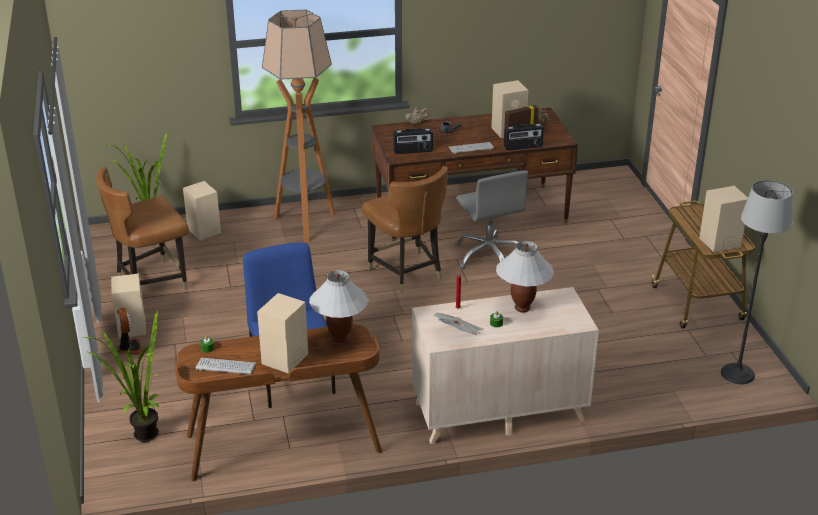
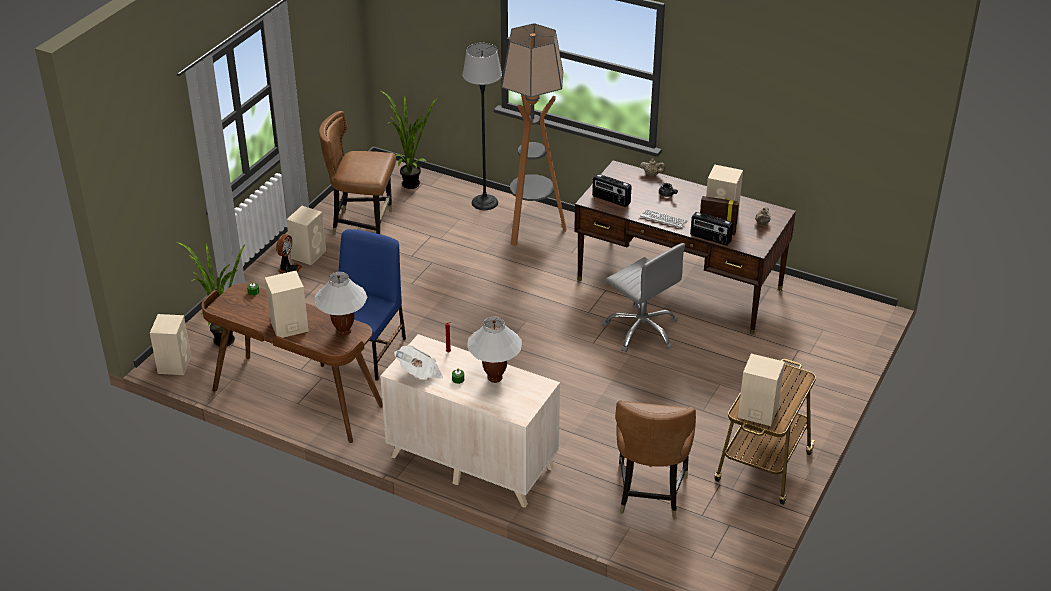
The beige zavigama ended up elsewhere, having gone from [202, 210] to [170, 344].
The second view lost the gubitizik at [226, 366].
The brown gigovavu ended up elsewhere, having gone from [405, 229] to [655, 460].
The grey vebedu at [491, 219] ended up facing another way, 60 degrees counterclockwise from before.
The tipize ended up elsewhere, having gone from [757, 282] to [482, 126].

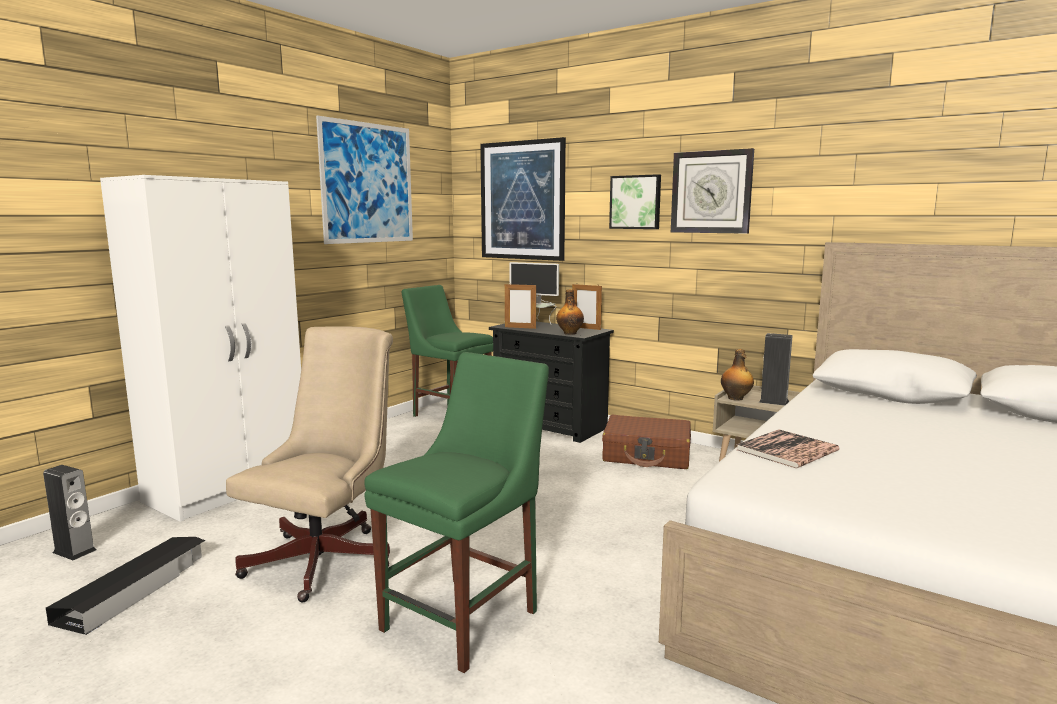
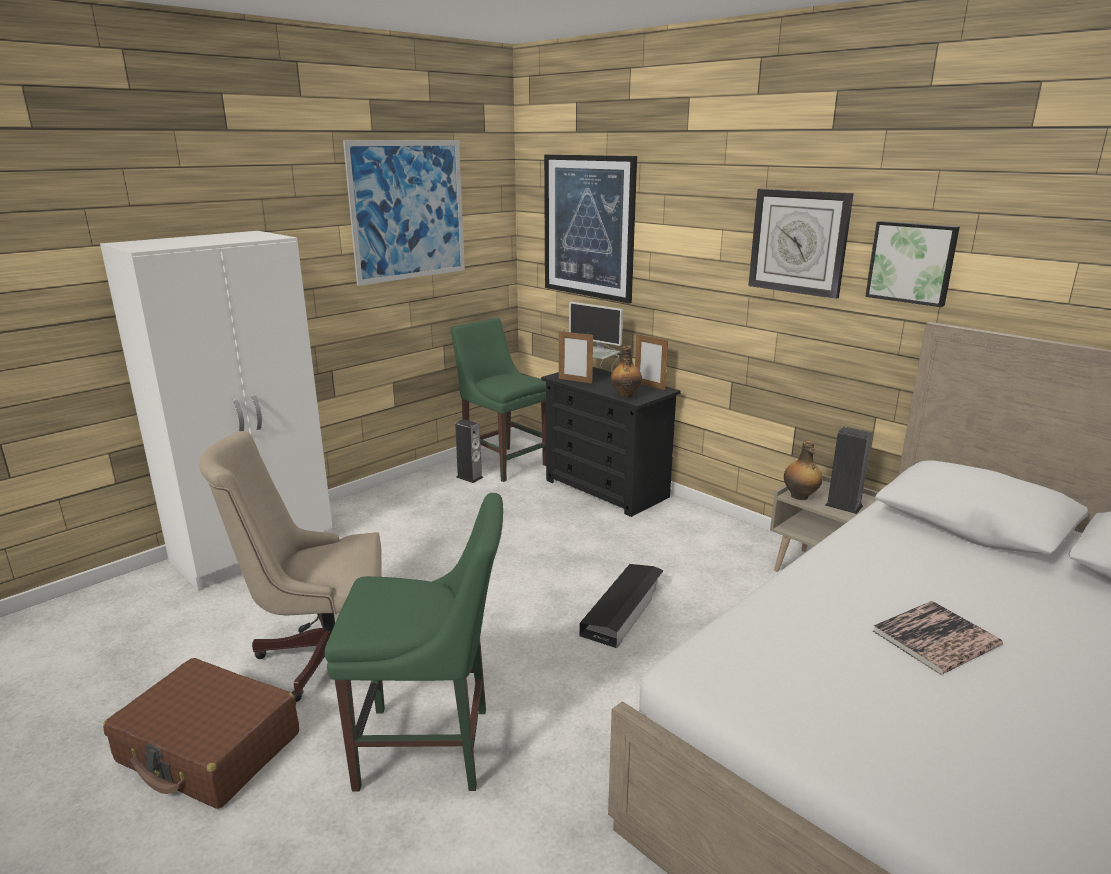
The zavigama ended up elsewhere, having gone from [69, 512] to [469, 451].
The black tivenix ended up elsewhere, having gone from [125, 586] to [621, 606].
The beige vebedu at [309, 464] ended up facing another way, 135 degrees counterclockwise from before.
The green gigovavu at [456, 512] ended up facing another way, 45 degrees clockwise from before.
The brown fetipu ended up elsewhere, having gone from [646, 442] to [201, 733].
The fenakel ended up elsewhere, having gone from [635, 201] to [912, 264].
The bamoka ended up elsewhere, having gone from [788, 449] to [938, 638].

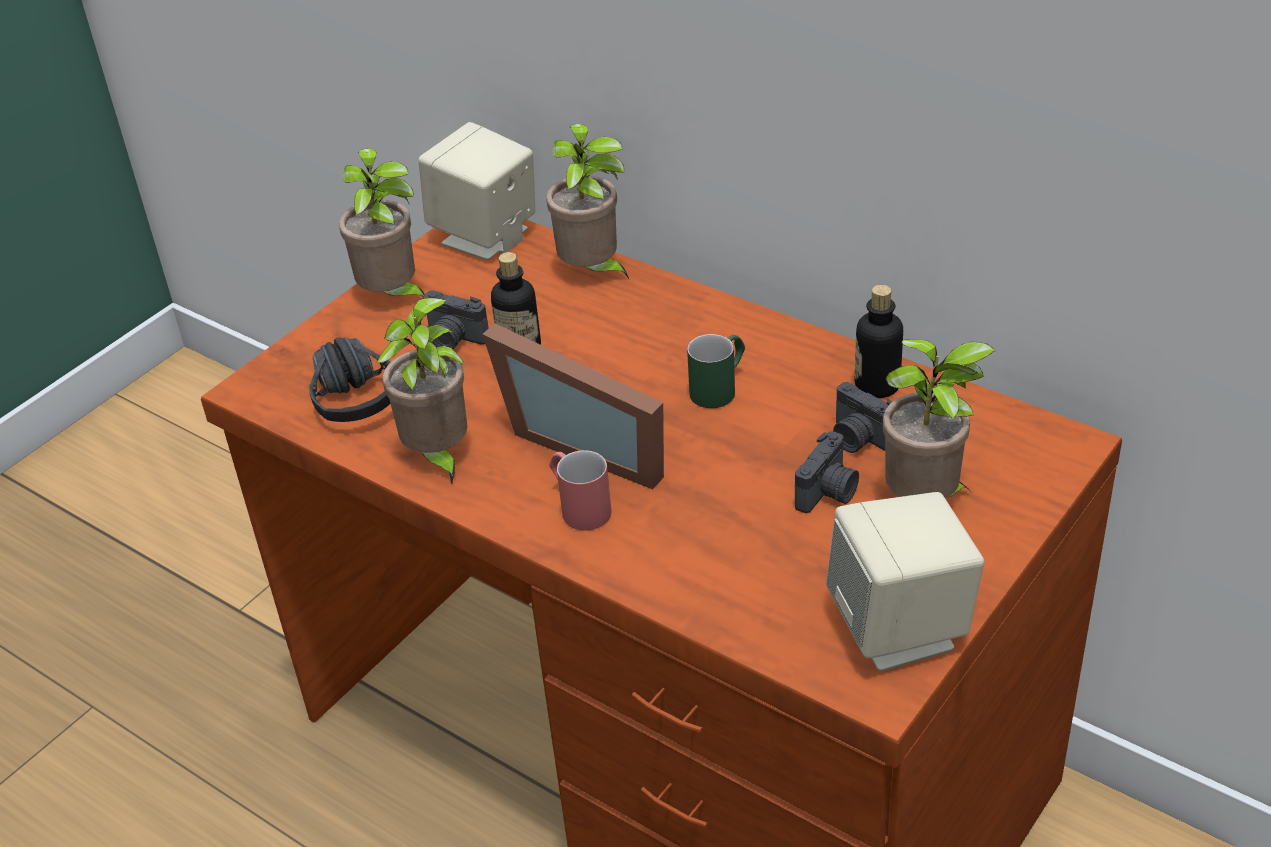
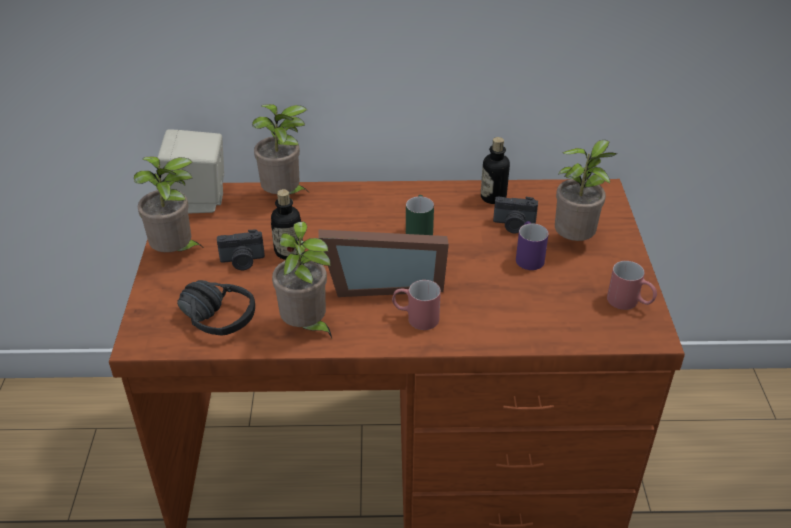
Where the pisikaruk stood at [827, 472], the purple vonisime came to stand at [532, 245].
Where the beige zavigama stood at [905, 582], the red vonisime came to stand at [632, 285].

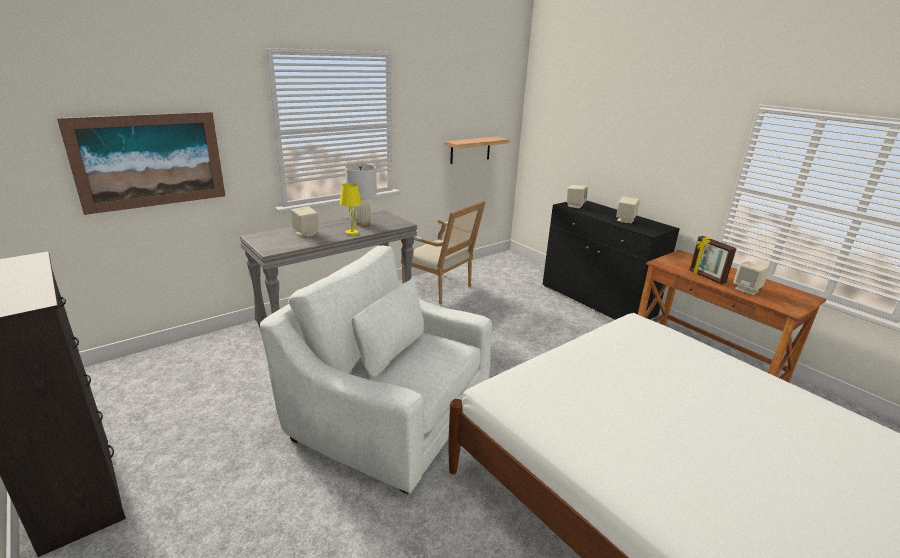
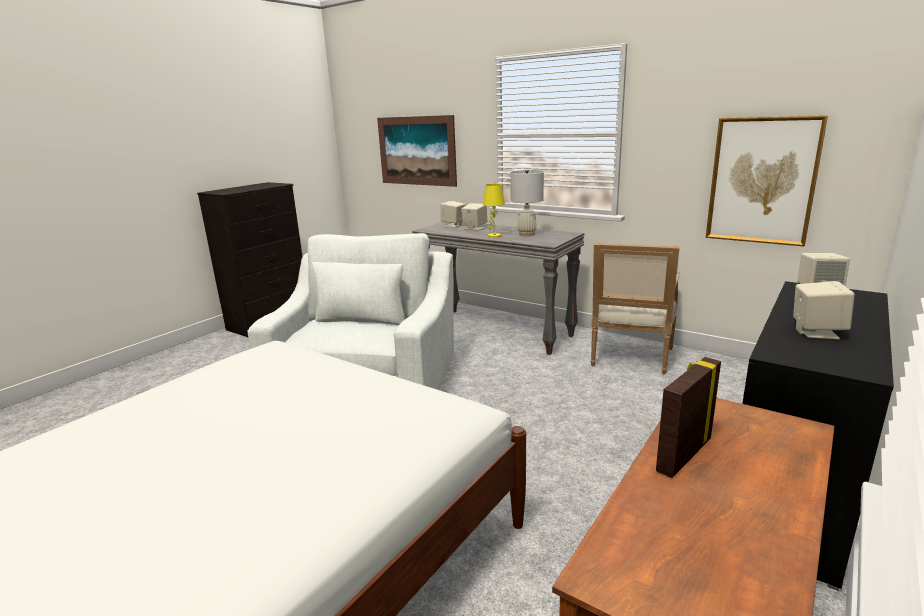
Where the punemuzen hung at [477, 150], the fenakel came to hang at [767, 180].
The beige zavigama ended up elsewhere, having gone from [751, 278] to [453, 214].

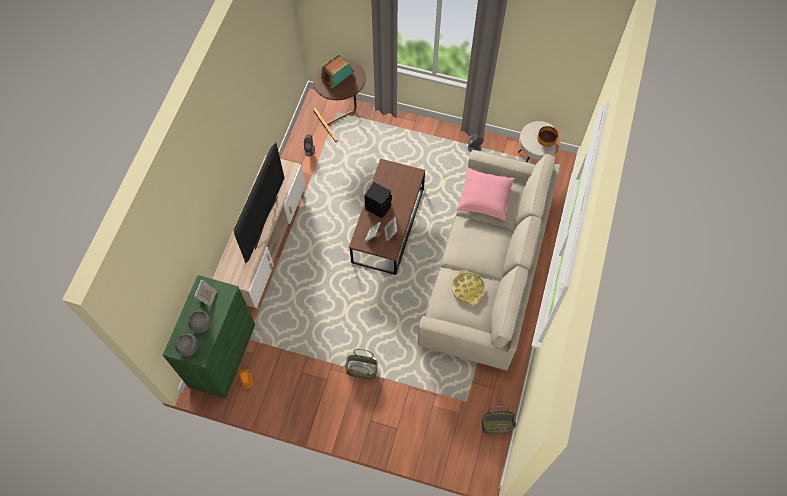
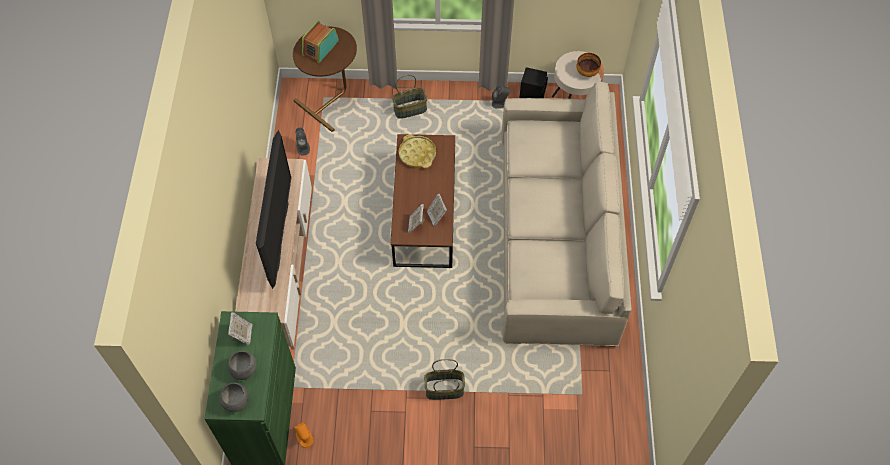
The black zavigama ended up elsewhere, having gone from [378, 200] to [533, 82].
The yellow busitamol ended up elsewhere, having gone from [468, 287] to [417, 151].
The second view lost the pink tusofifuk at [486, 194].
The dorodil ended up elsewhere, having gone from [499, 420] to [409, 97].

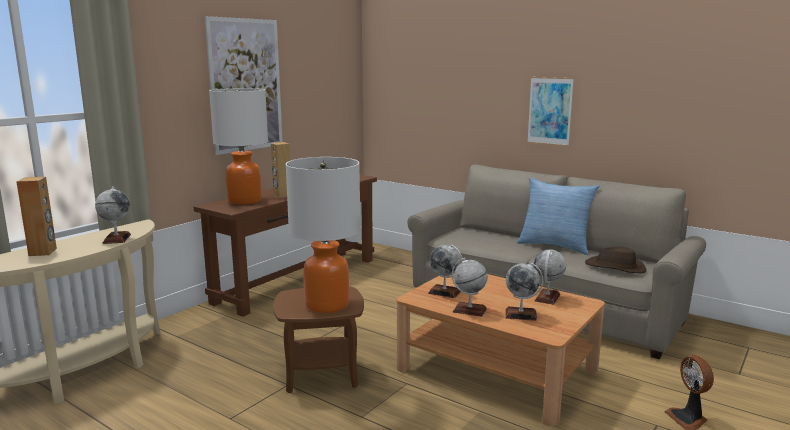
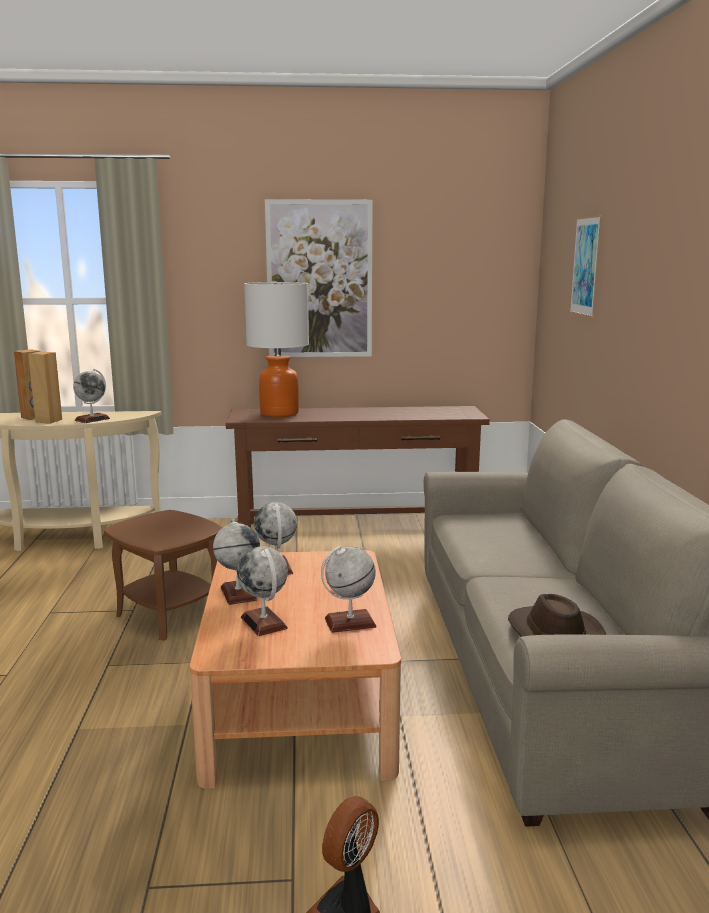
The brown zavigama ended up elsewhere, having gone from [280, 170] to [45, 388].
The second view lost the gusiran at [323, 235].
The second view lost the tusofifuk at [558, 216].
The fenakel ended up elsewhere, having gone from [550, 111] to [585, 266].

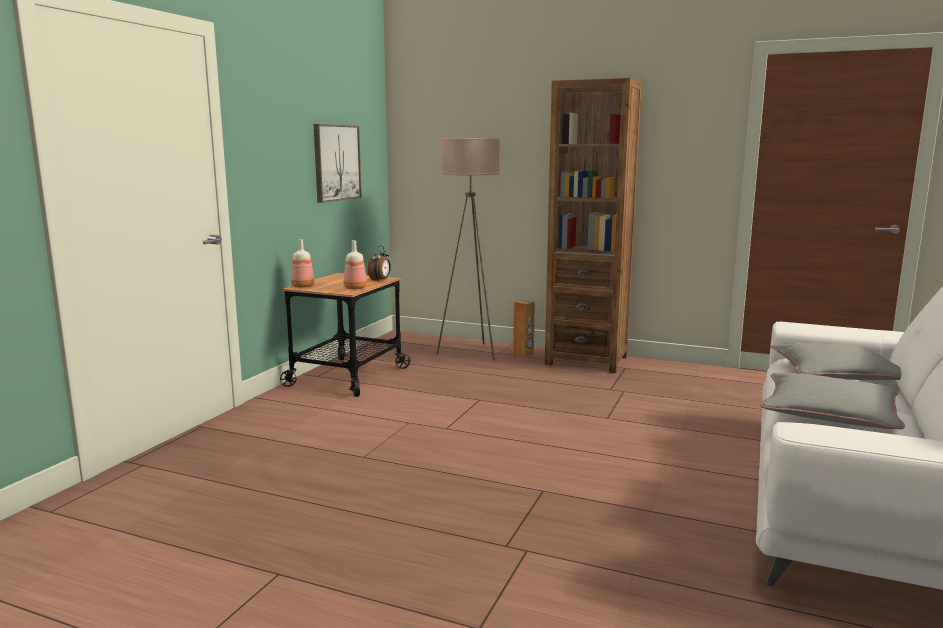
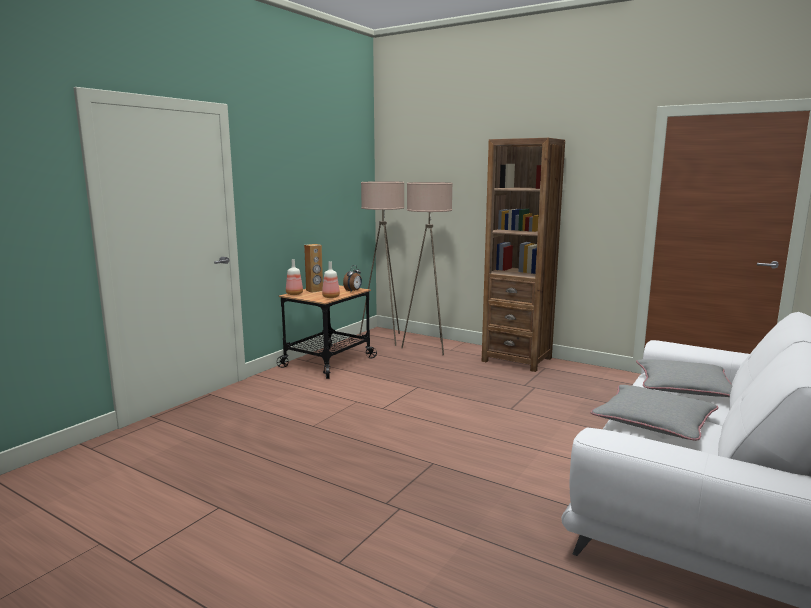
The second view lost the fenakel at [338, 163].
The brown zavigama ended up elsewhere, having gone from [524, 329] to [313, 268].
The second view gained the beige tipize at [381, 263].

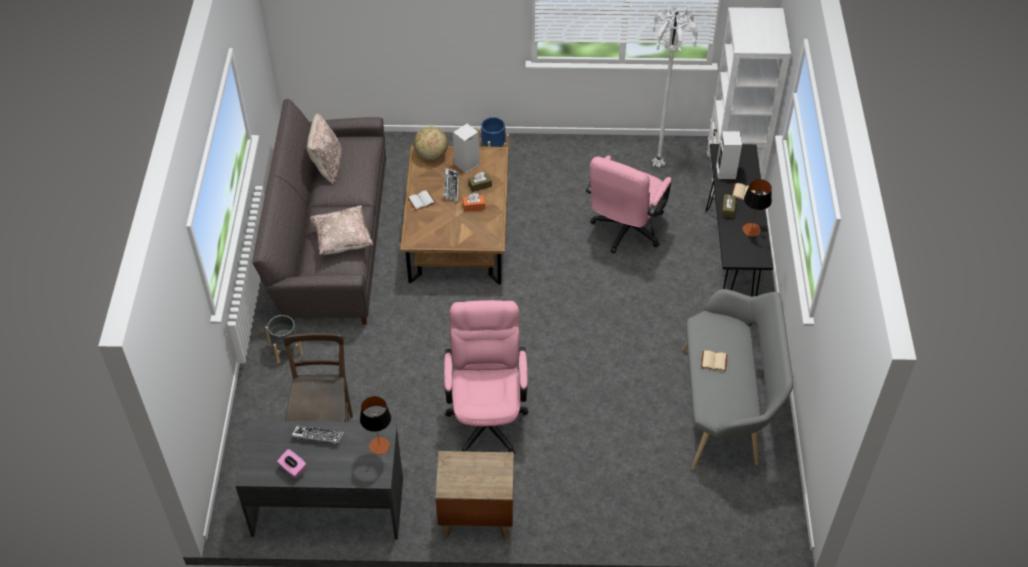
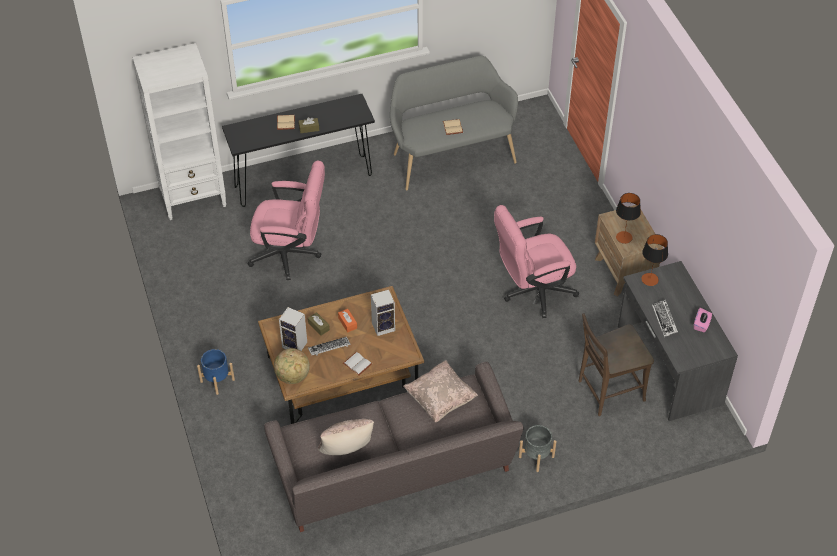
The second view lost the white tipize at [675, 86].
The zavigama ended up elsewhere, having gone from [729, 155] to [383, 313].
The gusiran ended up elsewhere, having gone from [757, 207] to [628, 218].

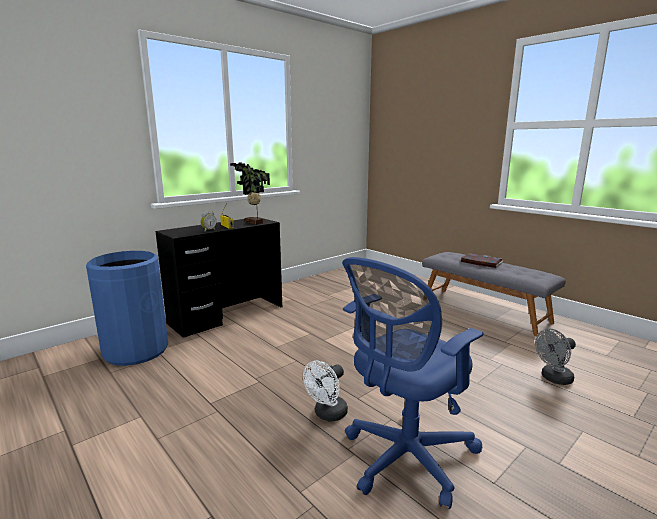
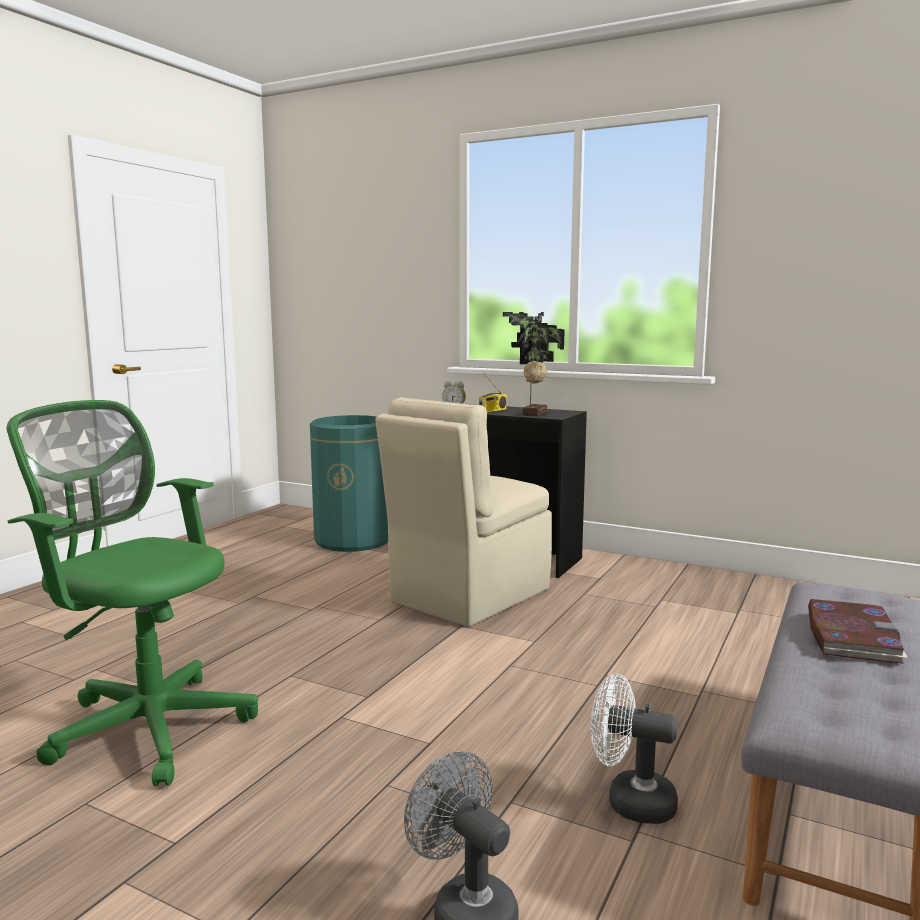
What was the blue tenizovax at [127, 308] turned into the green tenizovax at [349, 483].
The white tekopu ended up elsewhere, having gone from [325, 391] to [634, 749].
What was the blue vebedu at [413, 383] turned into the green vebedu at [132, 593].
The second view gained the beige gigovavu at [463, 512].

